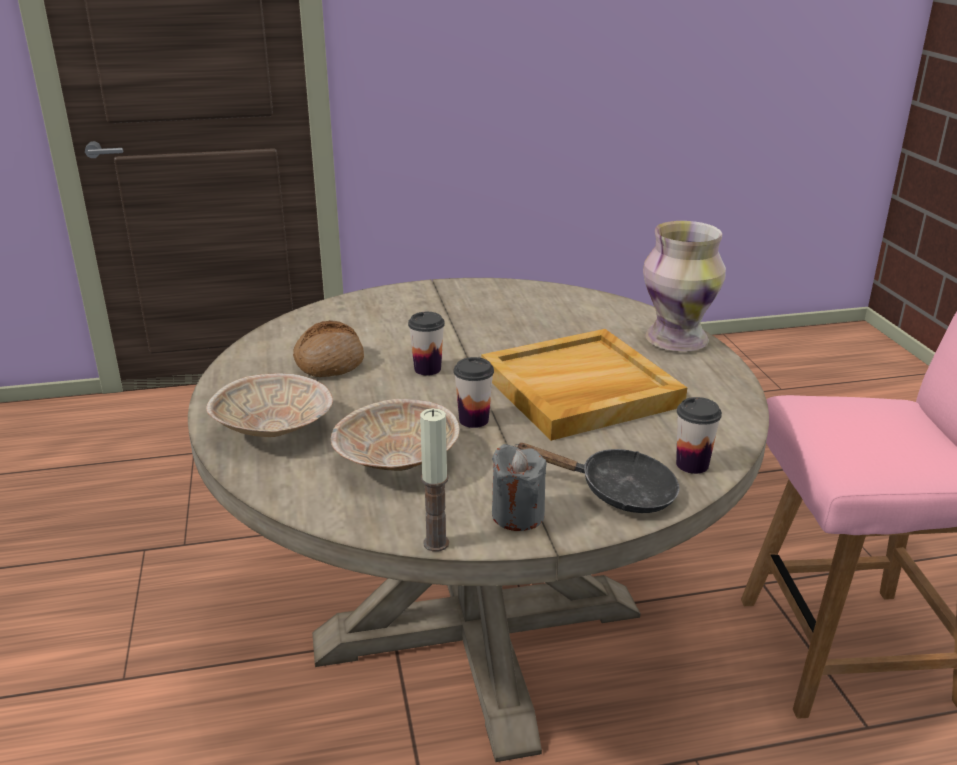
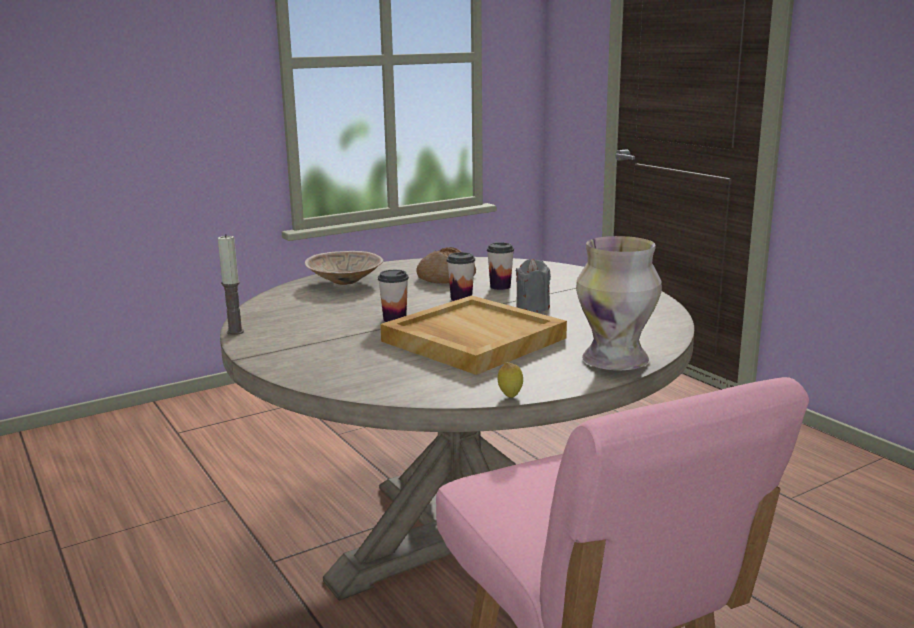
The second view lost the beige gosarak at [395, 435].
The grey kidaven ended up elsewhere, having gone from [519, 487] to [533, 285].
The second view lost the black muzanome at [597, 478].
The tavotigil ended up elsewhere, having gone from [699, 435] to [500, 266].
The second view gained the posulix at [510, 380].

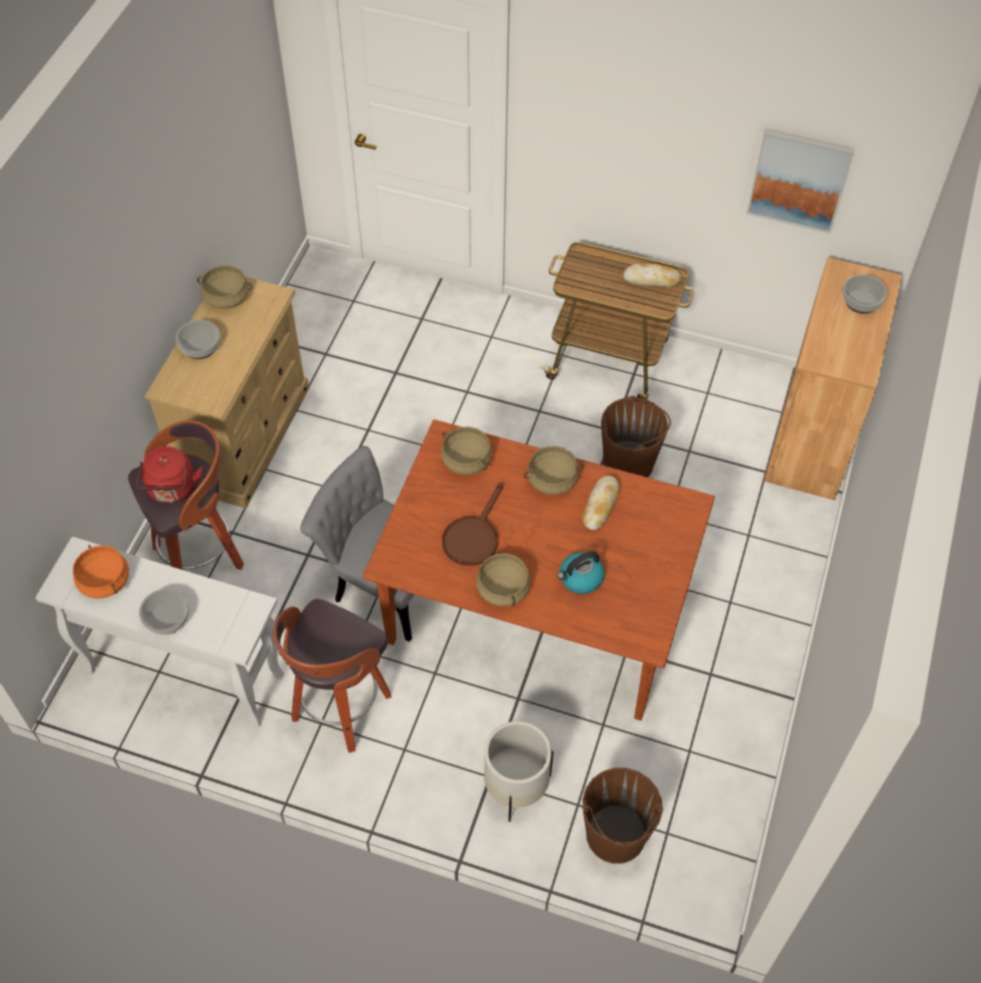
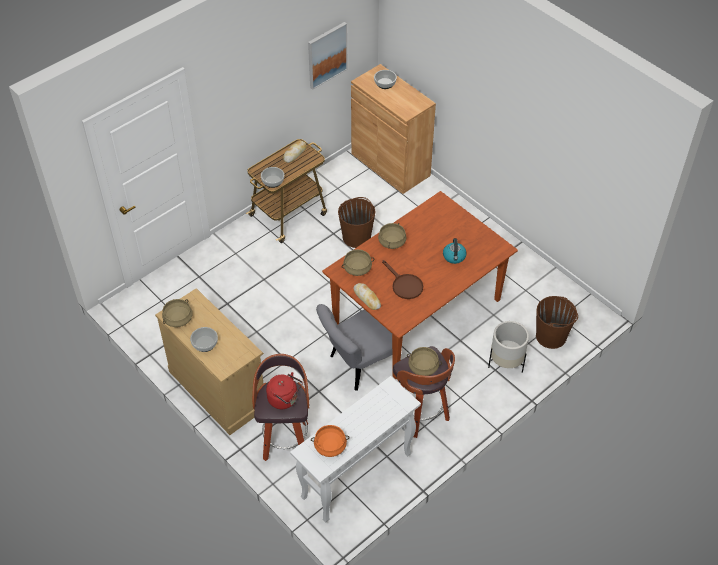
The gosarak ended up elsewhere, having gone from [164, 611] to [272, 177].
The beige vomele ended up elsewhere, having gone from [503, 578] to [424, 361].
The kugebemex ended up elsewhere, having gone from [601, 502] to [367, 296].

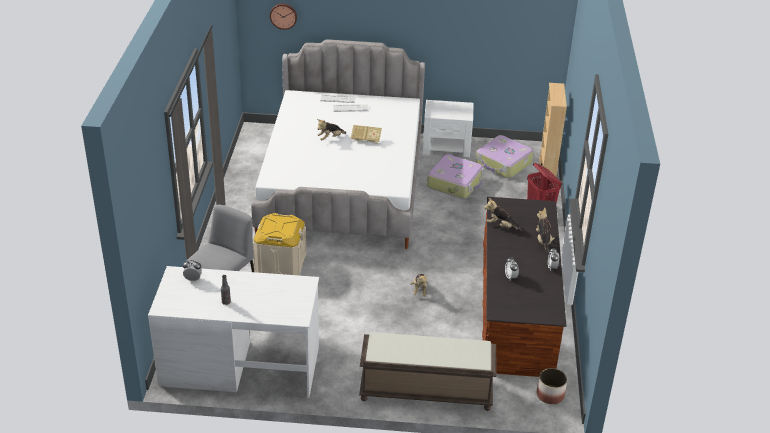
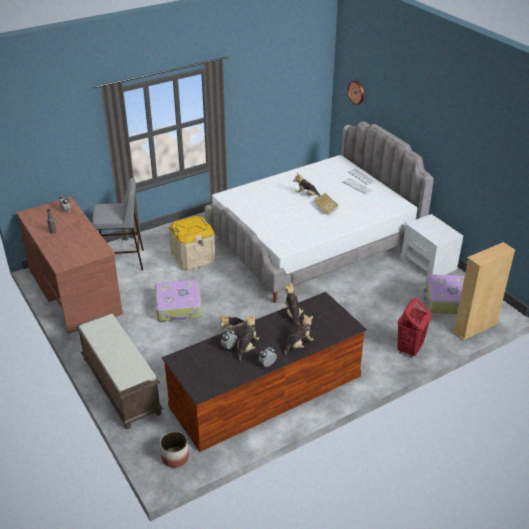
What was the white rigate at [233, 332] turned into the brown rigate at [69, 265].
The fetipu ended up elsewhere, having gone from [455, 176] to [178, 300].
The second view gained the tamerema at [248, 338].

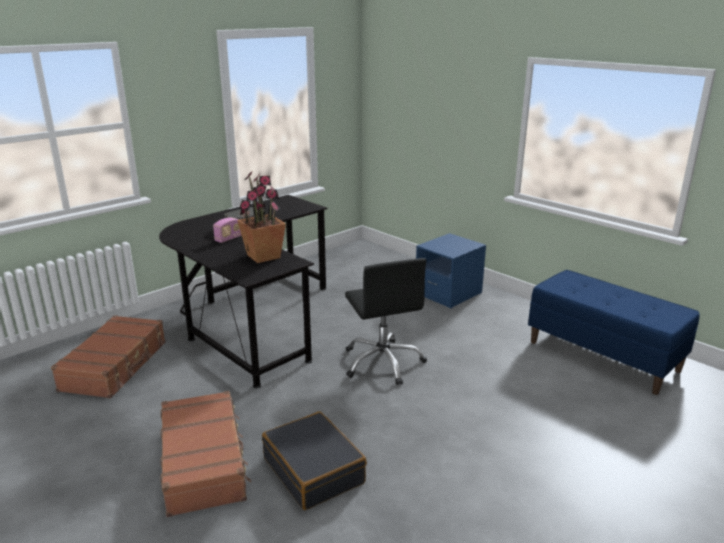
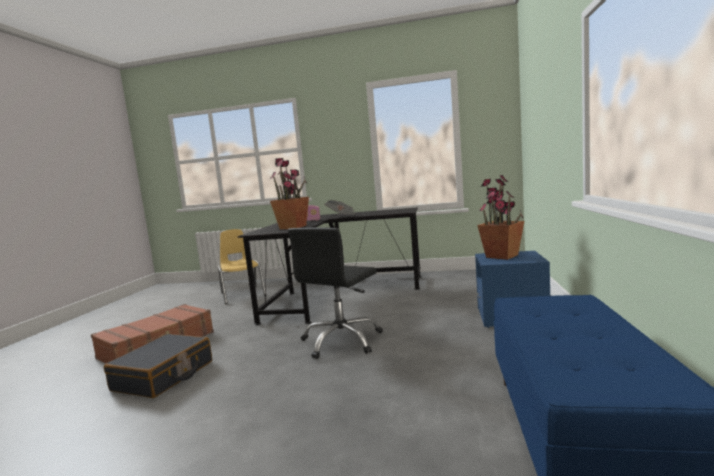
Where the brown fetipu stood at [108, 356], the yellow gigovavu came to stand at [242, 266].
The second view gained the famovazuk at [500, 217].

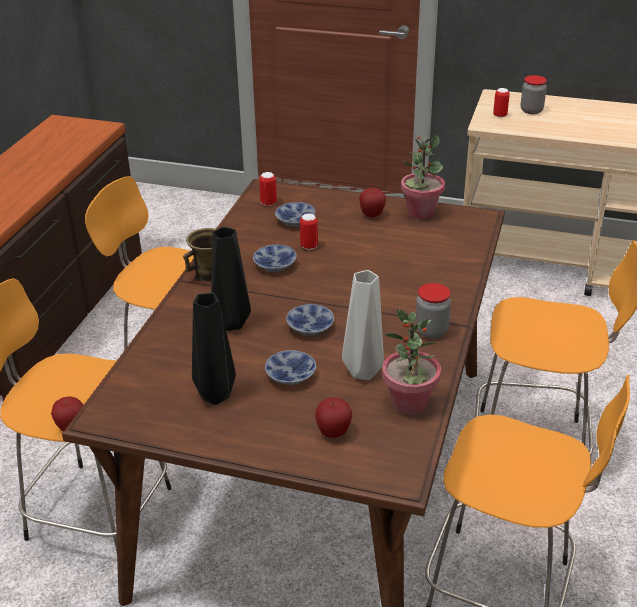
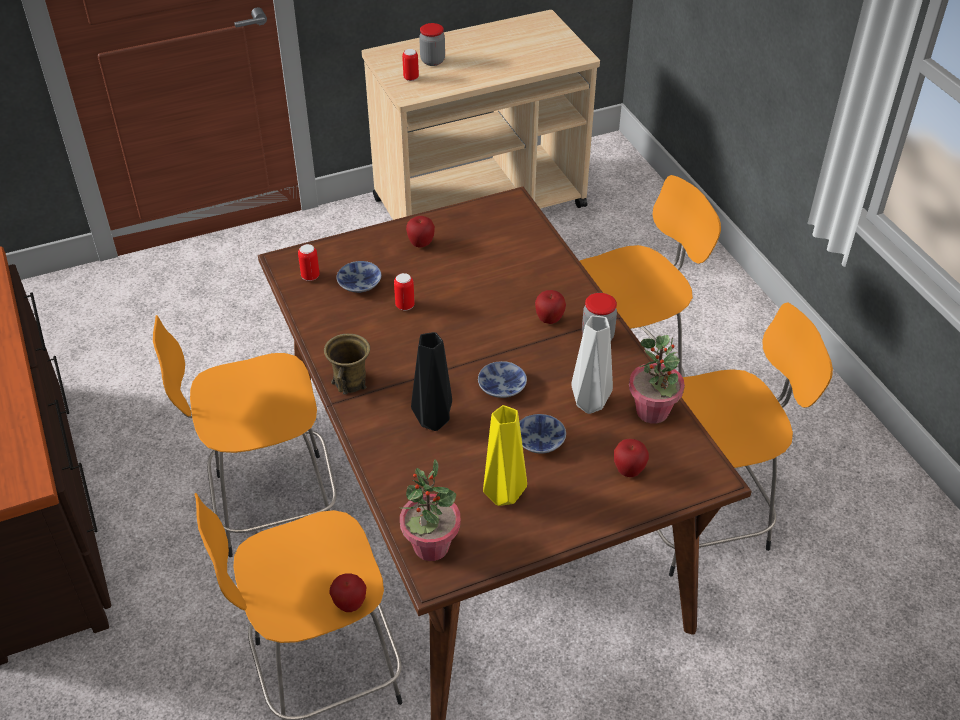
What was the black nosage at [214, 349] turned into the yellow nosage at [505, 455].
The second view lost the gosarak at [275, 258].
The famovazuk ended up elsewhere, having gone from [423, 177] to [430, 510].
The second view gained the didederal at [550, 307].

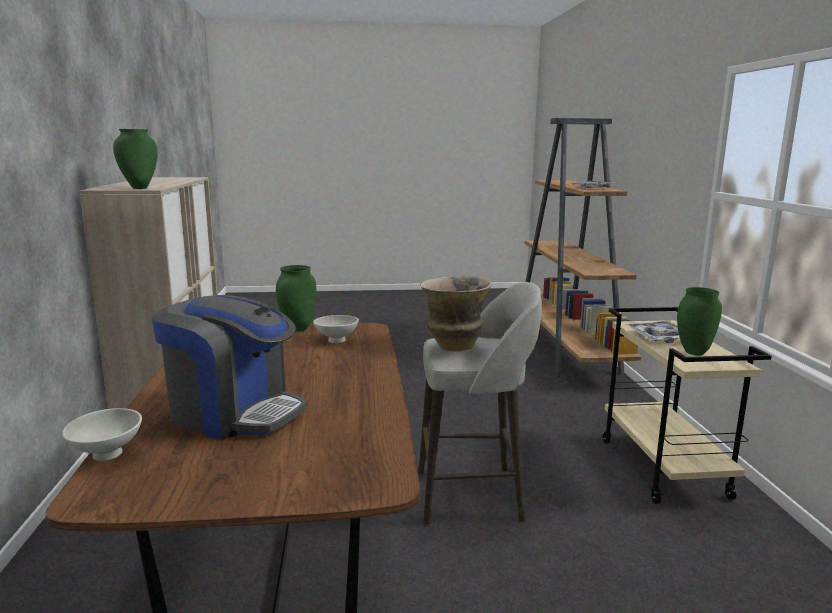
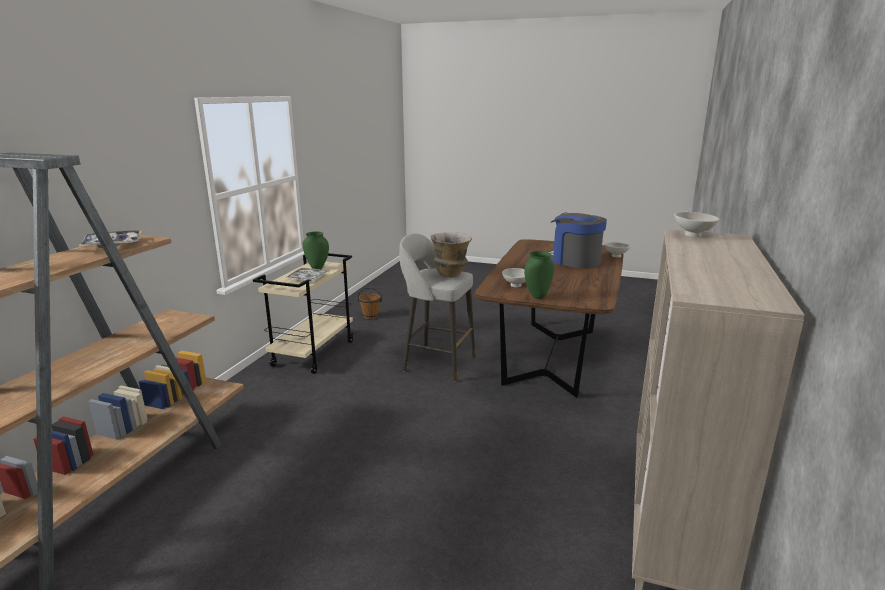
Where the green nosage stood at [135, 159], the white gosarak came to stand at [696, 224].
The second view gained the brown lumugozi at [369, 303].

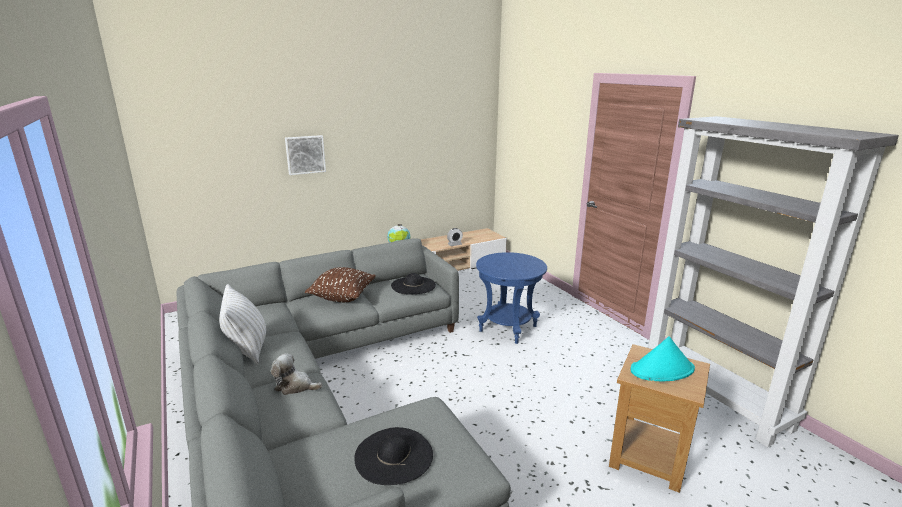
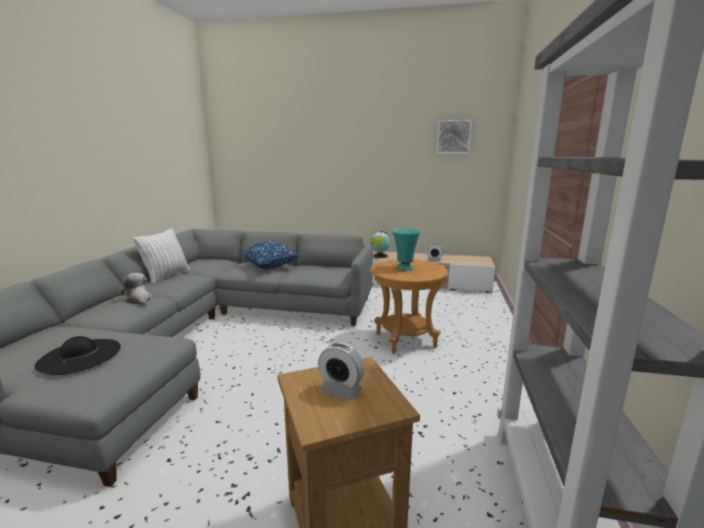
The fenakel ended up elsewhere, having gone from [305, 155] to [454, 137].
What was the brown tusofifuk at [340, 284] turned into the blue tusofifuk at [270, 255].
The second view lost the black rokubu at [413, 283].
What was the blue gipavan at [511, 298] turned into the brown gipavan at [409, 306].
Where the turquoise rokubu stood at [662, 358], the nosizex came to stand at [341, 371].
The second view gained the turquoise nosage at [406, 249].

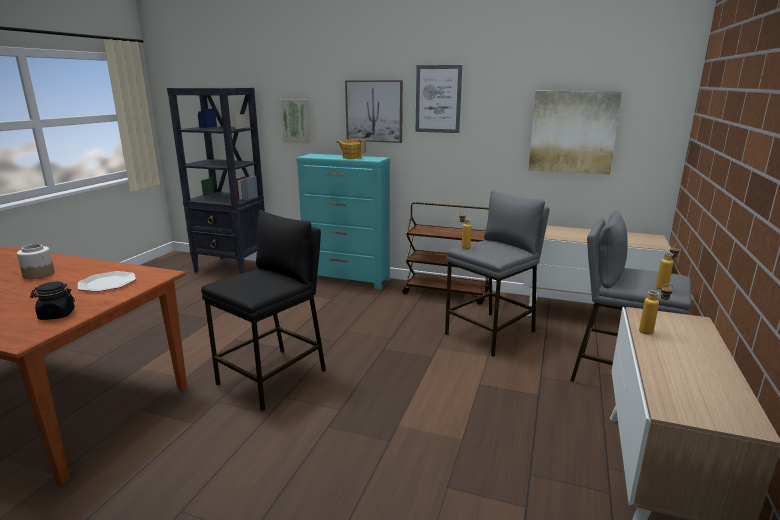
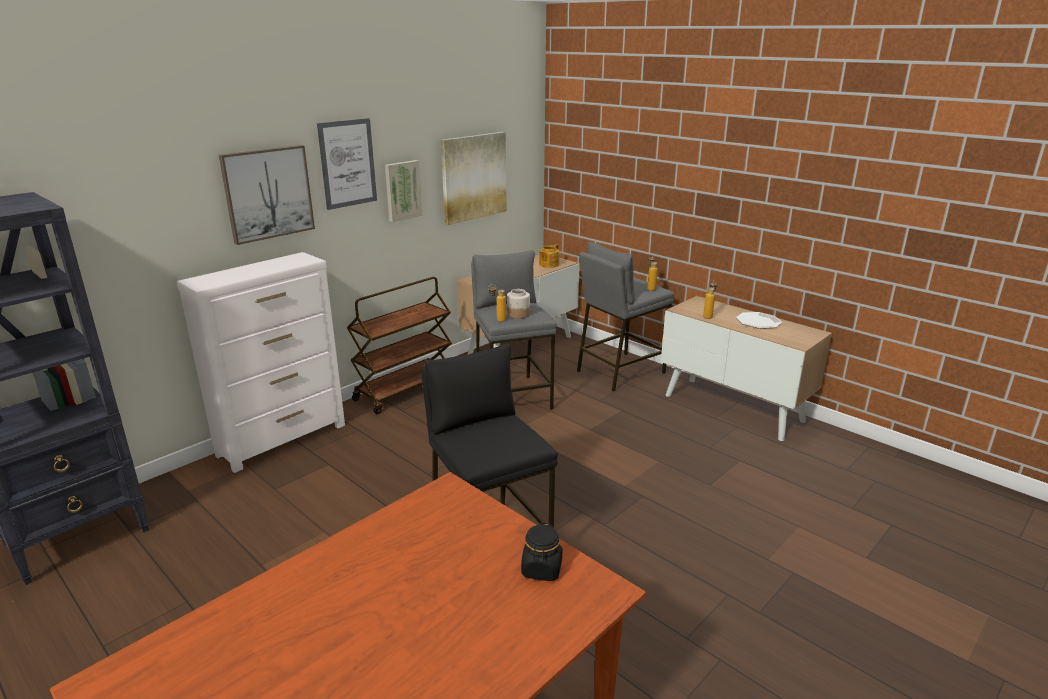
The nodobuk ended up elsewhere, having gone from [36, 261] to [518, 304].
The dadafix ended up elsewhere, having gone from [107, 281] to [759, 320].
The fenakel ended up elsewhere, having gone from [295, 121] to [403, 191].
What was the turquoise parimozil at [343, 221] turned into the white parimozil at [261, 362].
The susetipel ended up elsewhere, having gone from [351, 149] to [549, 256].

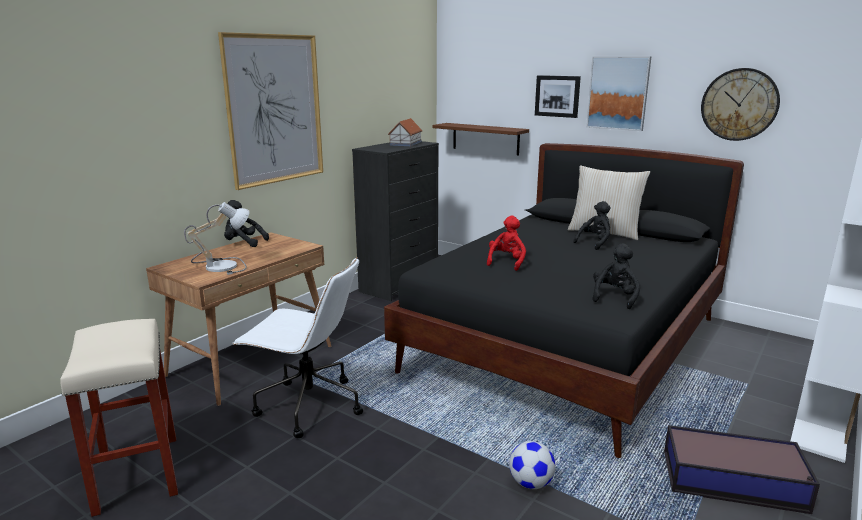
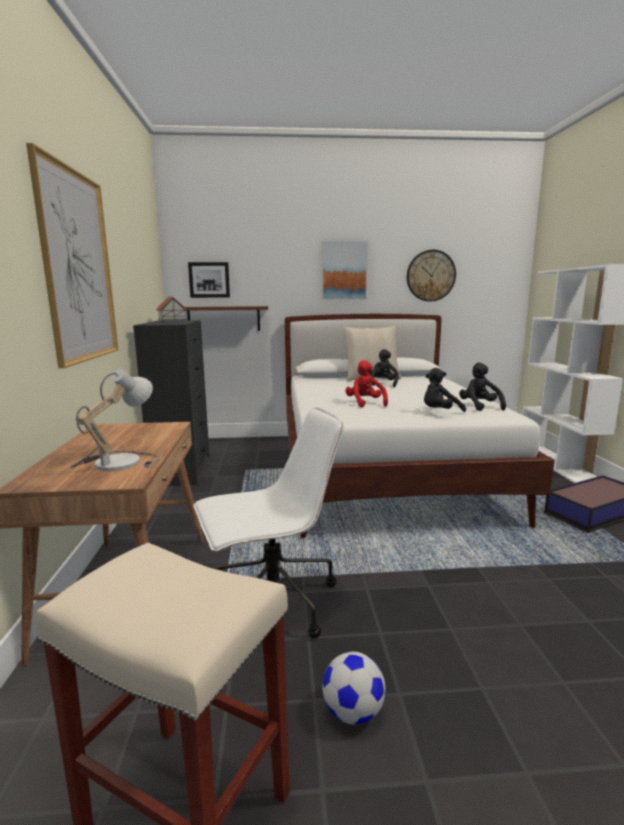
The black tamerema ended up elsewhere, having gone from [246, 223] to [445, 390].
What was the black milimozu at [564, 300] turned into the white milimozu at [420, 426].
The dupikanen ended up elsewhere, having gone from [532, 465] to [354, 688].
The fenakel ended up elsewhere, having gone from [558, 96] to [209, 280].

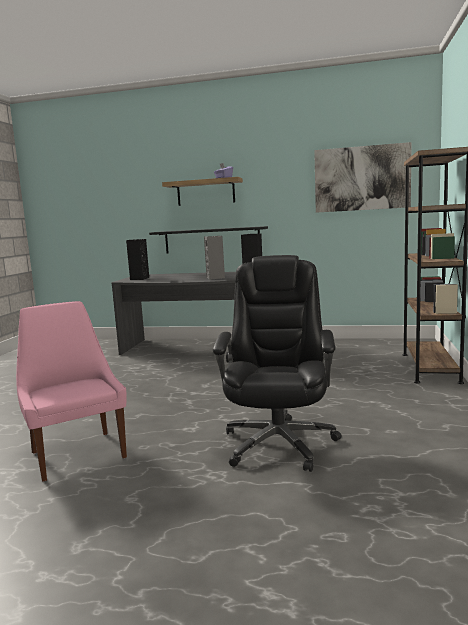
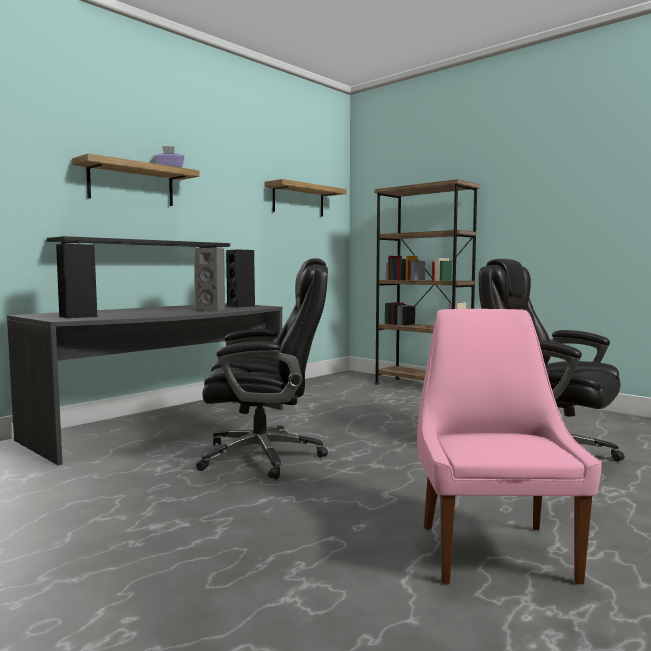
The pink gigovavu at [71, 391] ended up facing another way, 90 degrees clockwise from before.
Where the fenakel hung at [363, 177], the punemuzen came to hang at [305, 198].
The second view gained the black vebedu at [262, 369].

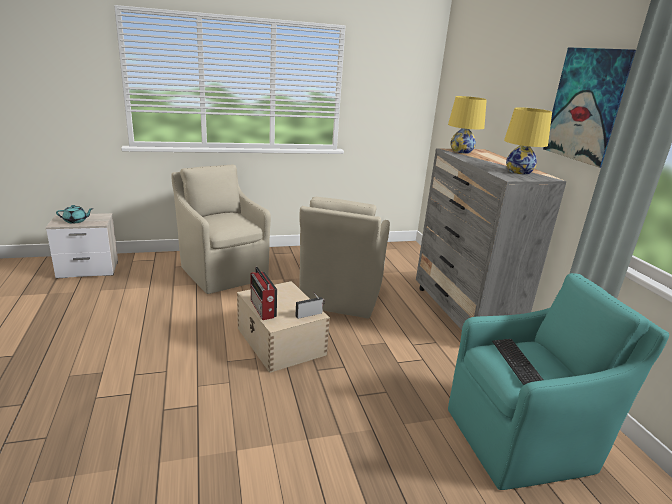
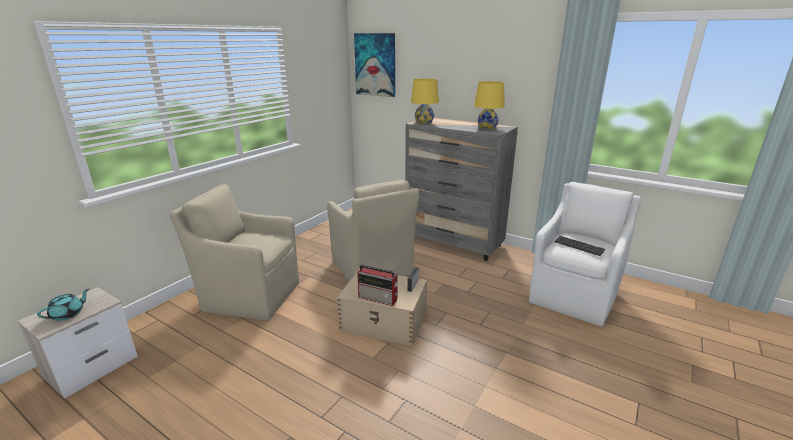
What was the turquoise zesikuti at [558, 381] turned into the white zesikuti at [585, 254].
The fenakel ended up elsewhere, having gone from [589, 107] to [374, 65].

